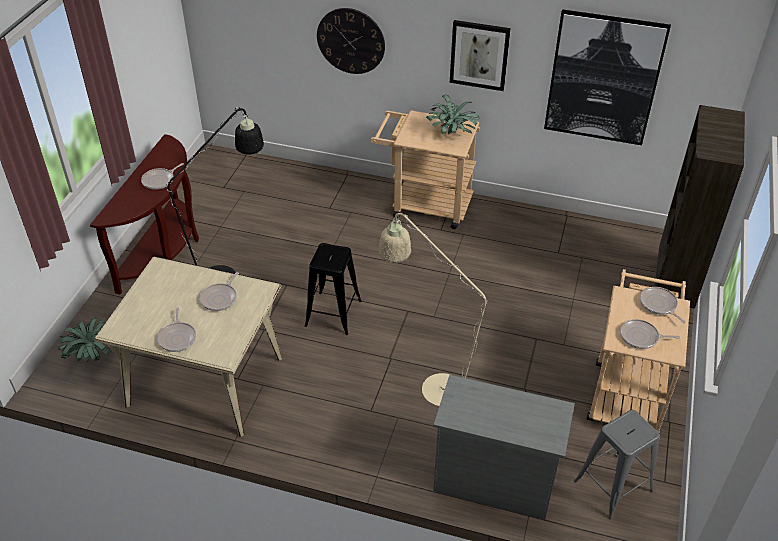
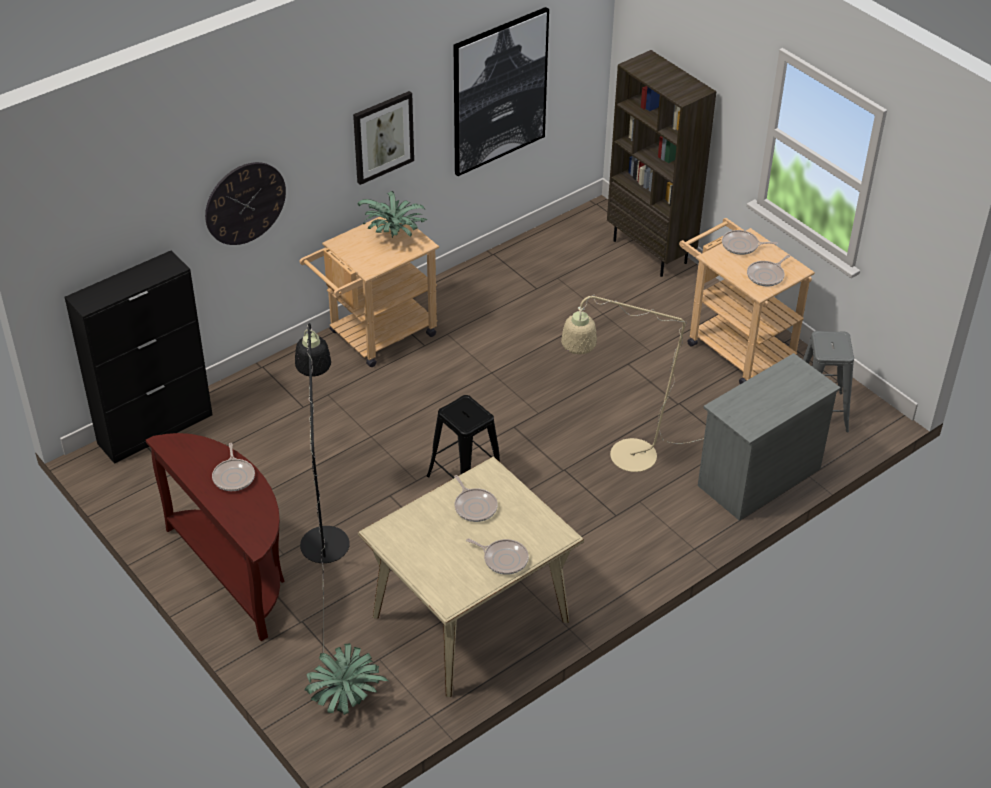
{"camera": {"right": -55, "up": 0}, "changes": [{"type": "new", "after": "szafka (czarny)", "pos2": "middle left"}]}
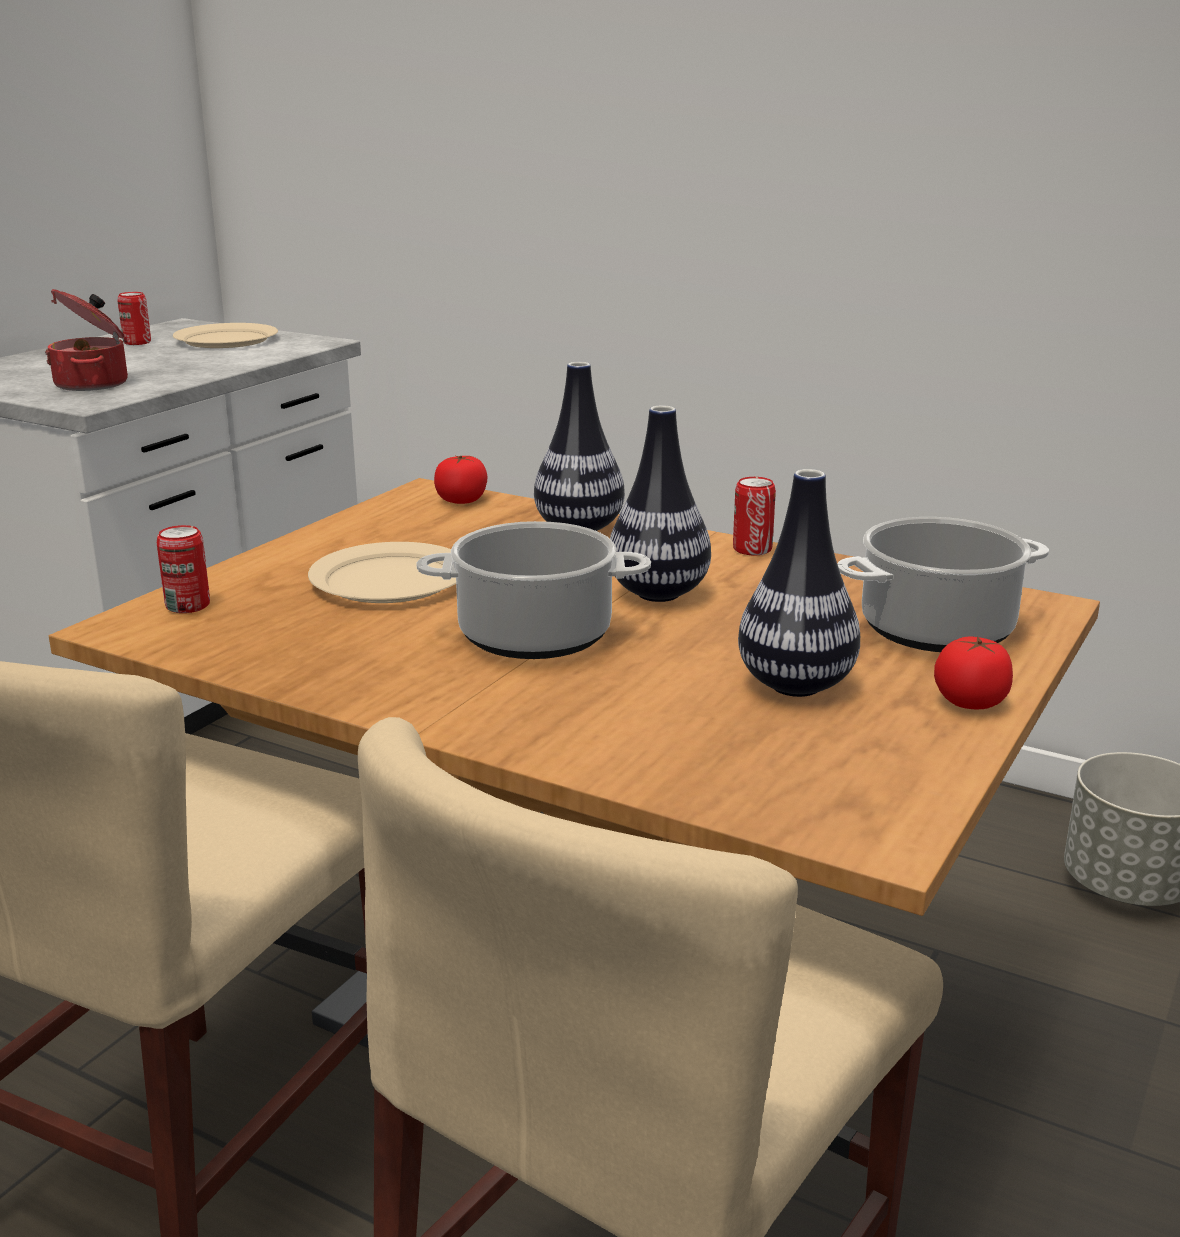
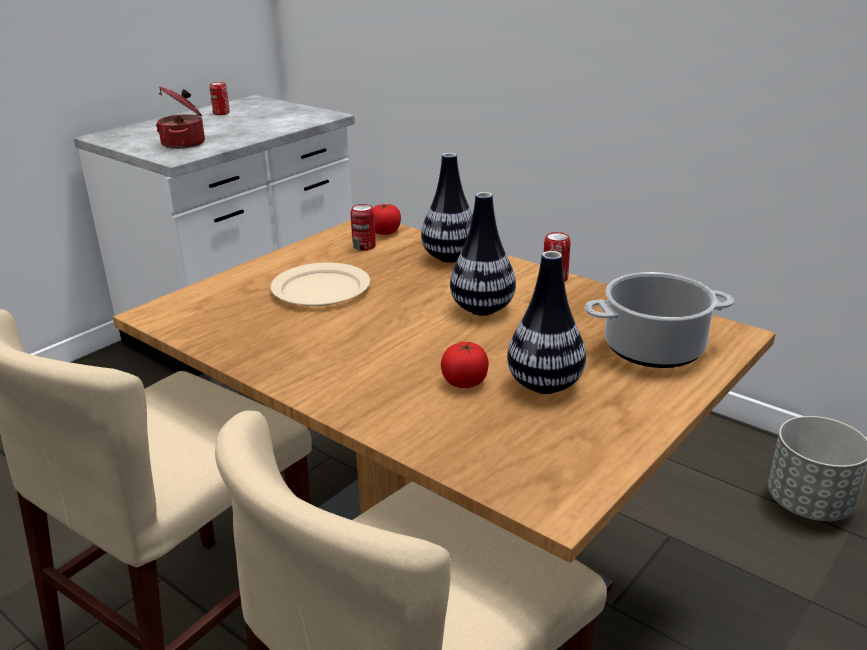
{"camera": {"right": 10, "up": 5}, "changes": [{"type": "gone", "before": "talerz (beżowy) (no. 1 from left)", "pos1": "top left"}, {"type": "gone", "before": "garnek (no. 2 from left)", "pos1": "centre"}, {"type": "shifted", "before": "puszka (no. 2 from left)", "pos1": "middle left", "pos2": "centre"}, {"type": "shifted", "before": "pomidor (no. 2 from left)", "pos1": "middle right", "pos2": "centre"}]}
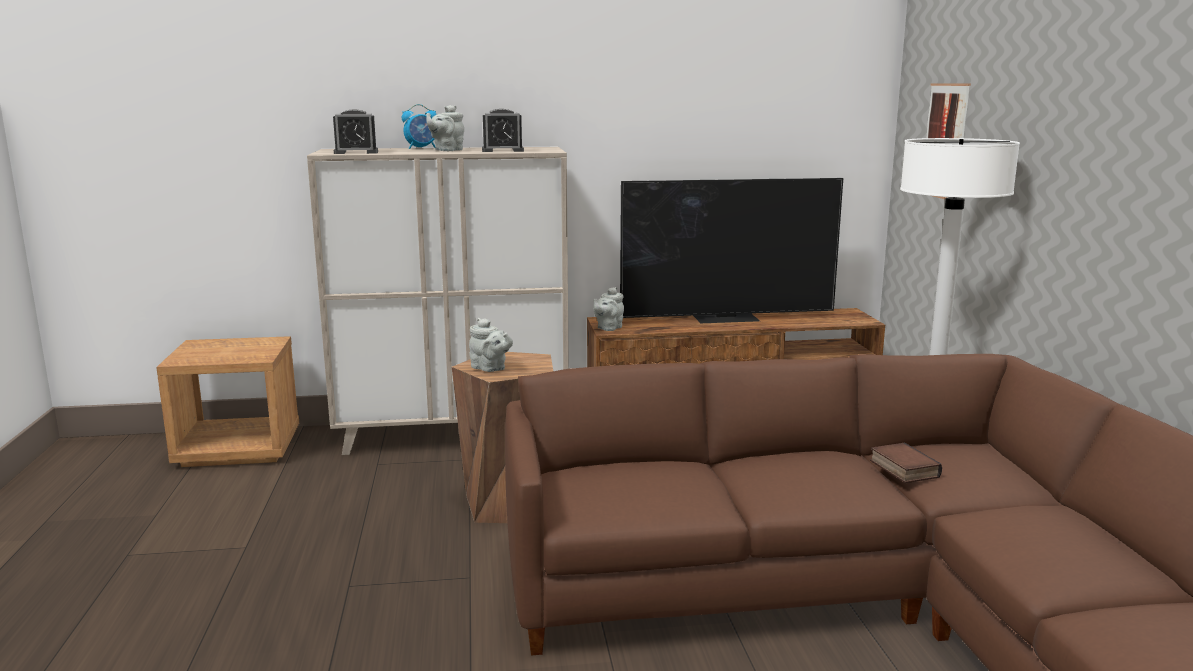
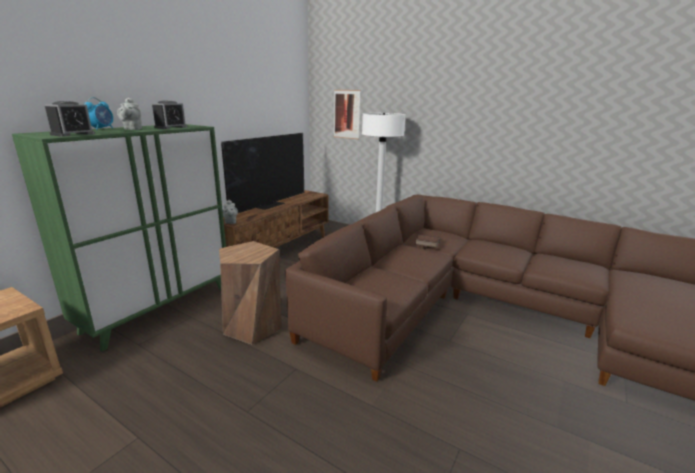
{"camera": {"right": -50, "up": 5}, "changes": [{"type": "gone", "before": "imbryk (szary) (no. 2 from left)", "pos1": "centre"}, {"type": "repainted", "before": "szafka (beżowy)", "after": "szafka (zielony)", "pos1": "centre", "pos2": "middle left"}]}
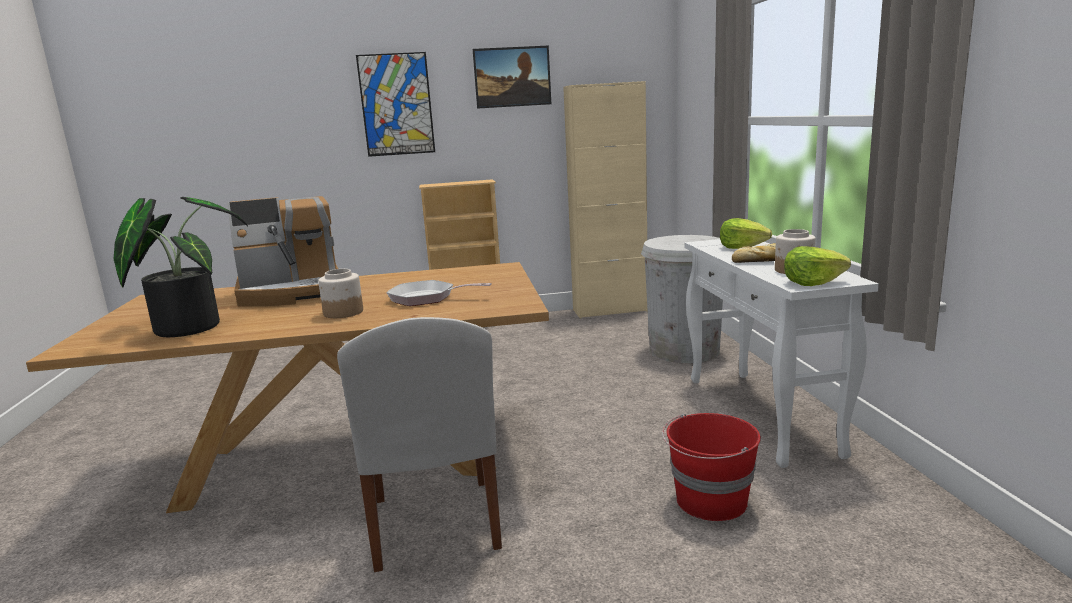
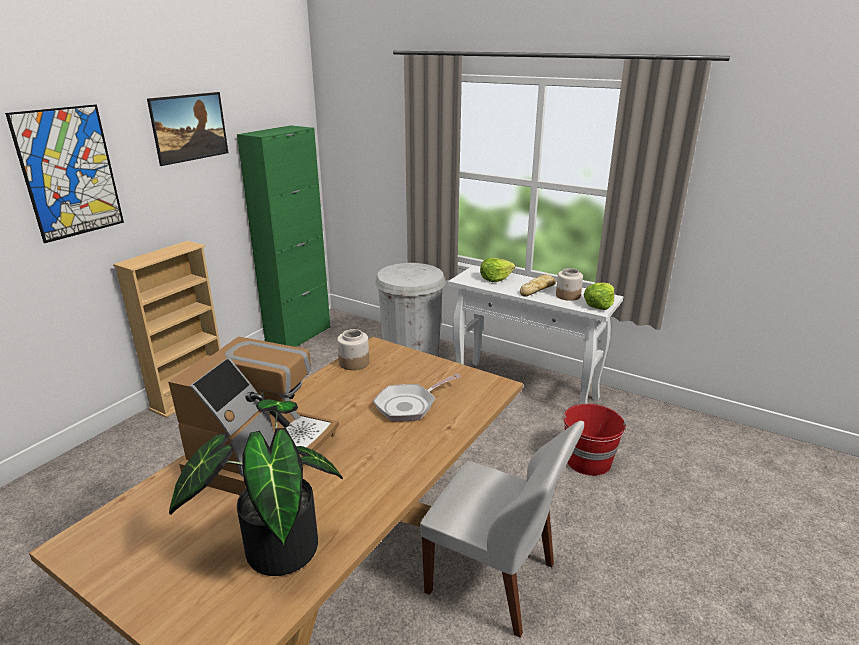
{"camera": {"right": -50, "up": 10}, "changes": [{"type": "shifted", "before": "słoik (no. 1 from left)", "pos1": "middle left", "pos2": "centre"}, {"type": "repainted", "before": "szafka (beżowy)", "after": "szafka (zielony)", "pos1": "top centre", "pos2": "middle left"}]}
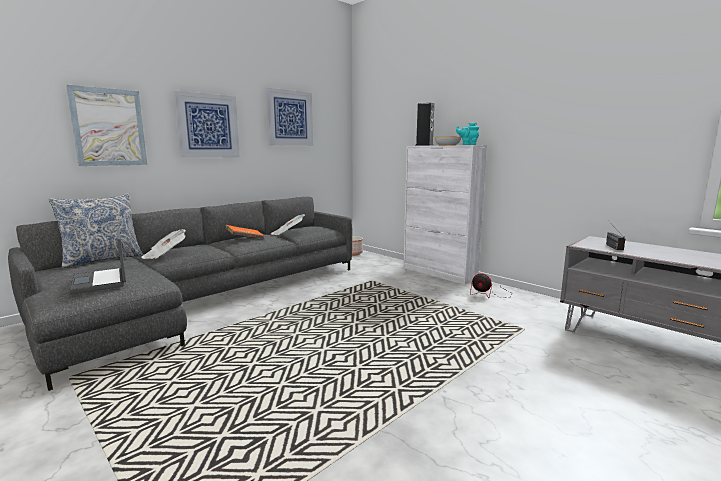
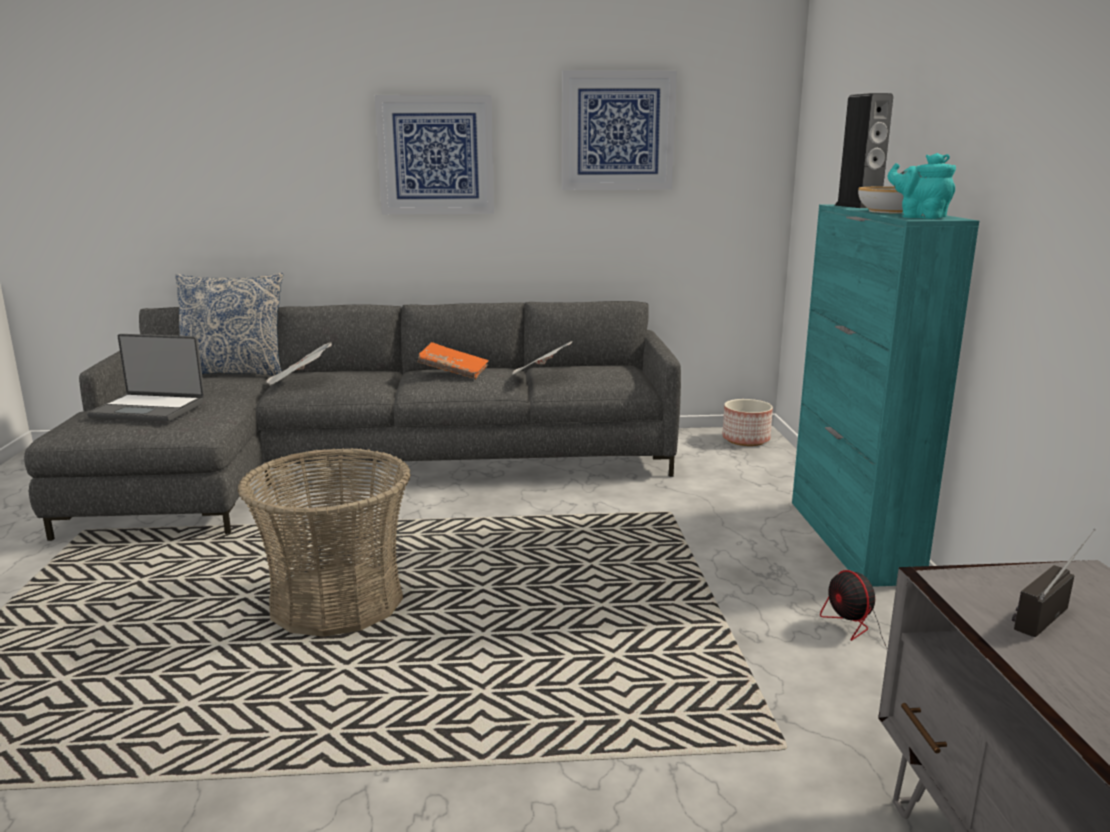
{"camera": {"right": 40, "up": 5}, "changes": [{"type": "gone", "before": "obraz (no. 1 from left)", "pos1": "top left"}, {"type": "new", "after": "koszyk", "pos2": "middle left"}, {"type": "repainted", "before": "szafka (biały)", "after": "szafka (turkusowy)", "pos1": "centre", "pos2": "middle right"}, {"type": "rotated", "before": "laptop", "pos1": "middle left", "pos2": "middle left", "turn": -90}]}
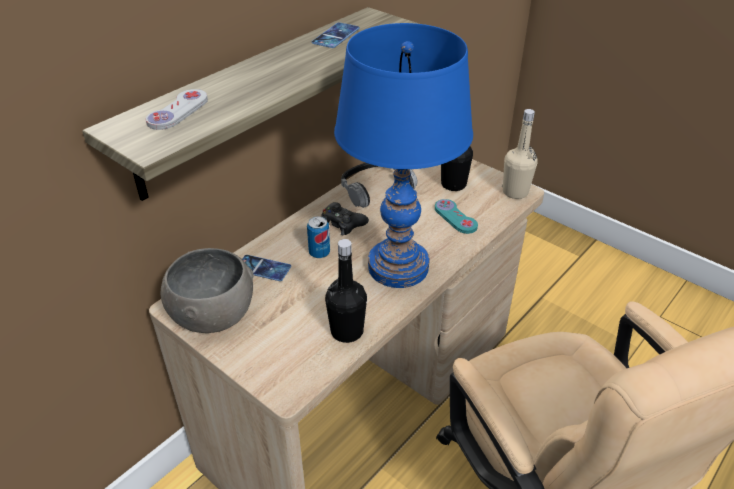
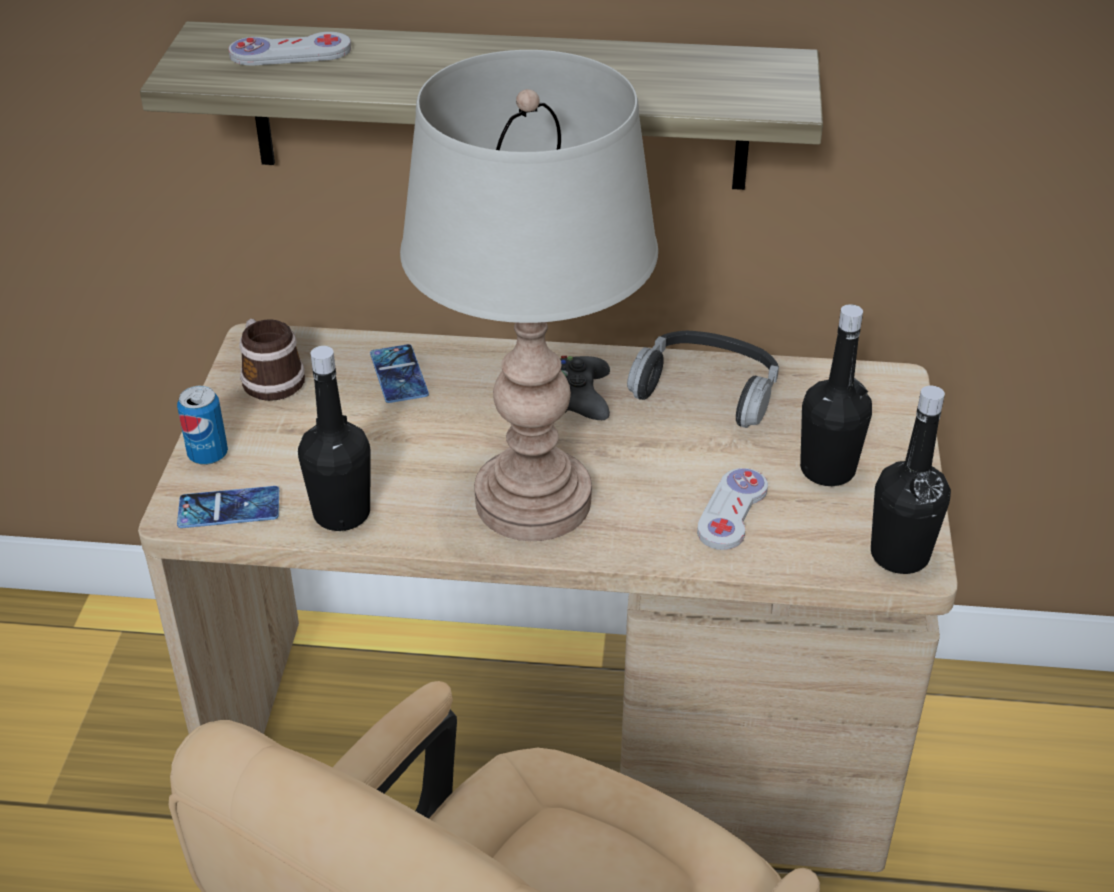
{"camera": {"right": 55, "up": 0}, "changes": [{"type": "shifted", "before": "puszka", "pos1": "centre", "pos2": "middle left"}, {"type": "shifted", "before": "telefon (no. 2 from left in the first image)", "after": "telefon (no. 1 from left)", "pos1": "top centre", "pos2": "middle left"}, {"type": "swapped", "before": "miska (szary)", "after": "kubek", "pos1": "middle left", "pos2": "middle left"}, {"type": "repainted", "before": "lampa stołowa (niebieski)", "after": "lampa stołowa (szary)", "pos1": "top centre", "pos2": "top centre"}, {"type": "repainted", "before": "pad do gier (turkusowy)", "after": "pad do gier (biały) (no. 2 from left)", "pos1": "centre", "pos2": "centre"}, {"type": "repainted", "before": "butelka (beżowy)", "after": "butelka (czarny) (no. 3 from left)", "pos1": "top right", "pos2": "middle right"}]}
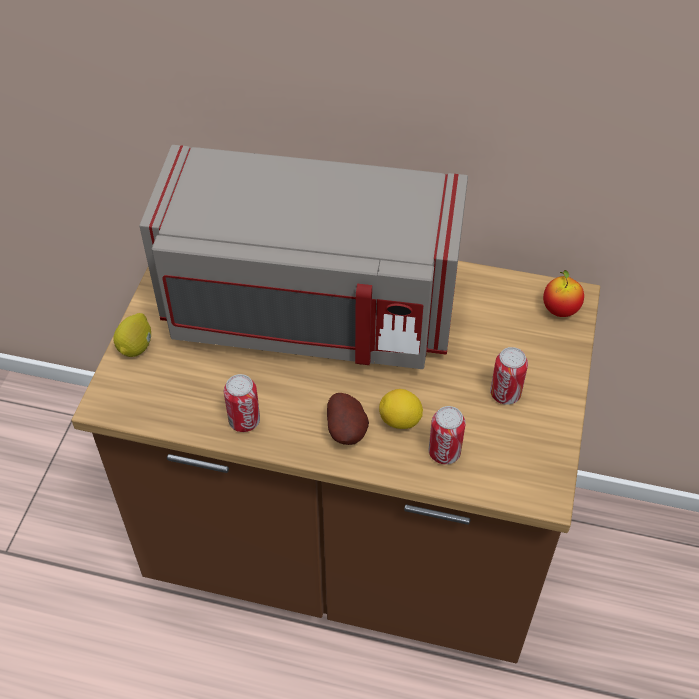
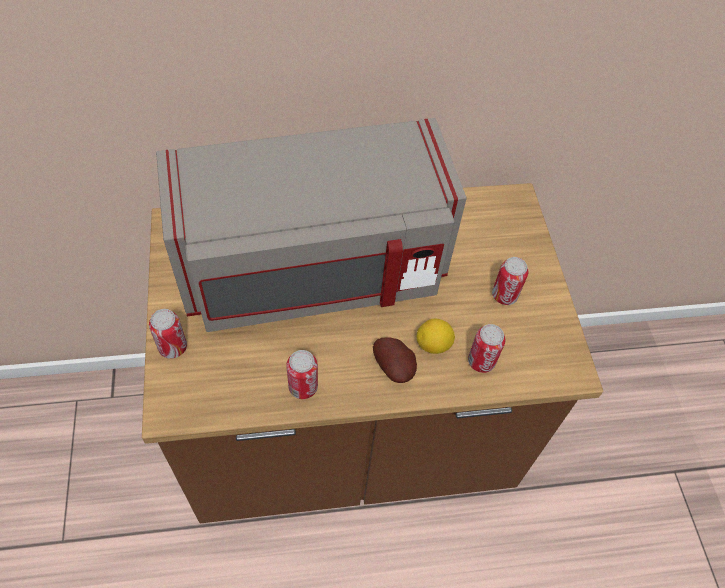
{"camera": {"right": -25, "up": 5}, "changes": [{"type": "gone", "before": "jabłko", "pos1": "middle right"}, {"type": "swapped", "before": "cytryna (no. 1 from left)", "after": "puszka (no. 1 from left)", "pos1": "middle left", "pos2": "middle left"}]}
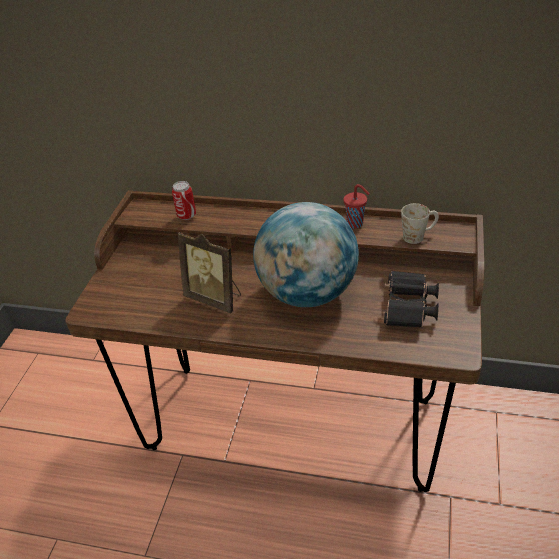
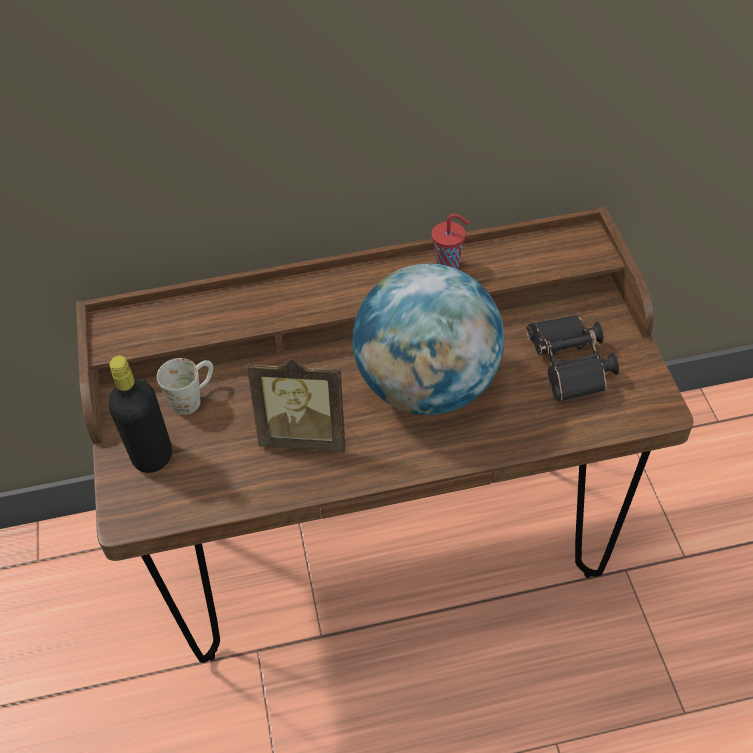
{"camera": {"right": -25, "up": 10}, "changes": [{"type": "gone", "before": "puszka", "pos1": "middle left"}, {"type": "new", "after": "butelka (czarny)", "pos2": "middle left"}, {"type": "shifted", "before": "kubek (biały)", "pos1": "middle right", "pos2": "middle left"}]}
